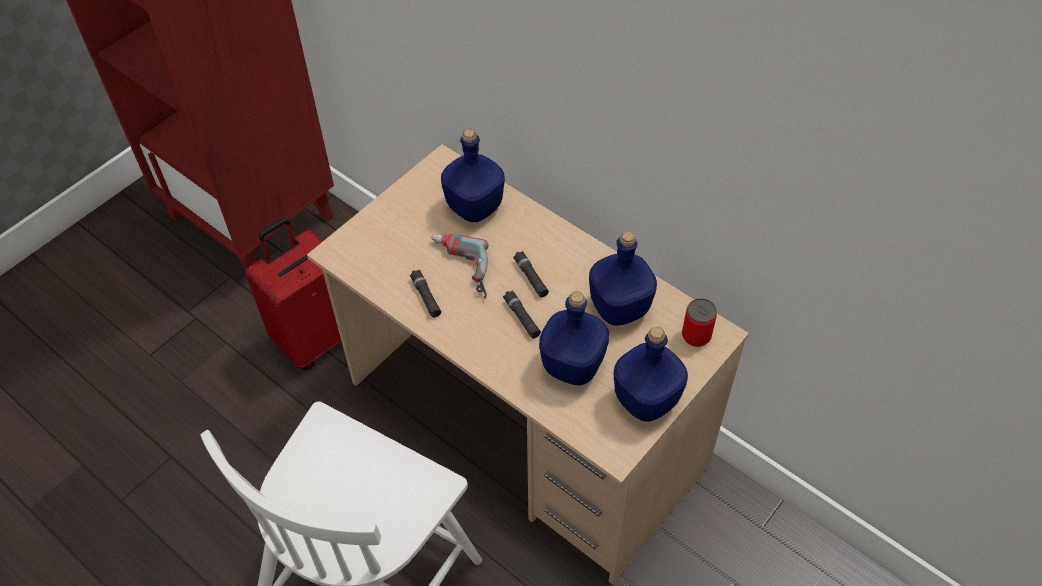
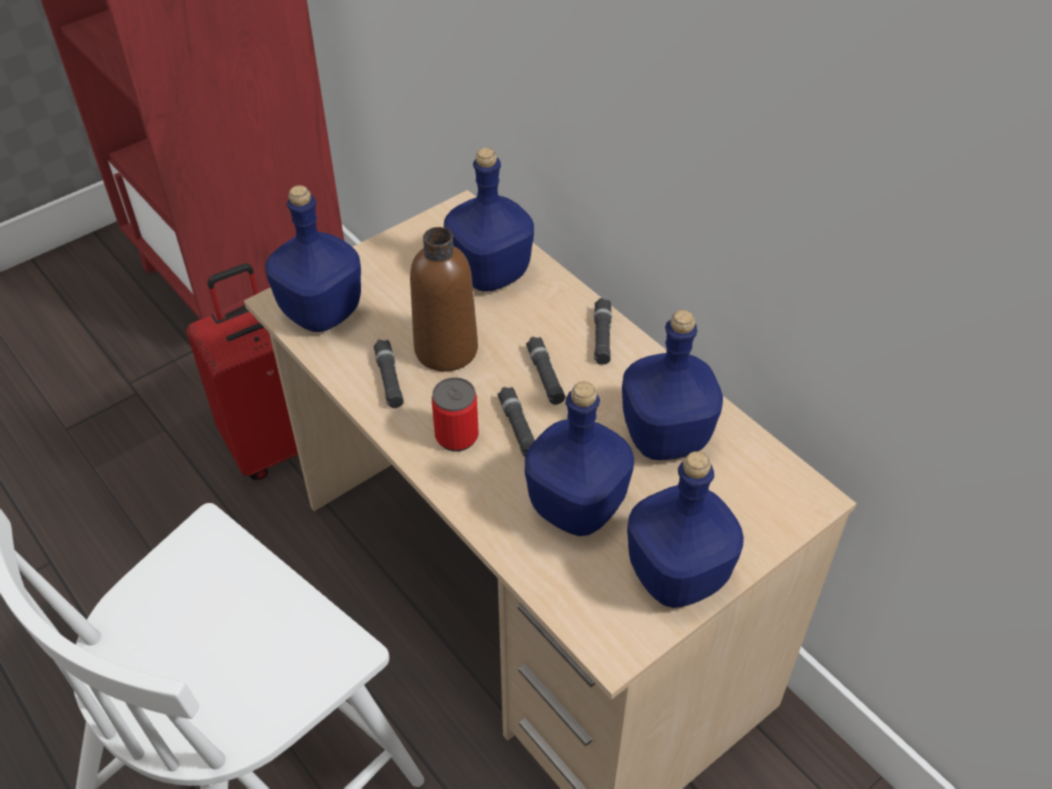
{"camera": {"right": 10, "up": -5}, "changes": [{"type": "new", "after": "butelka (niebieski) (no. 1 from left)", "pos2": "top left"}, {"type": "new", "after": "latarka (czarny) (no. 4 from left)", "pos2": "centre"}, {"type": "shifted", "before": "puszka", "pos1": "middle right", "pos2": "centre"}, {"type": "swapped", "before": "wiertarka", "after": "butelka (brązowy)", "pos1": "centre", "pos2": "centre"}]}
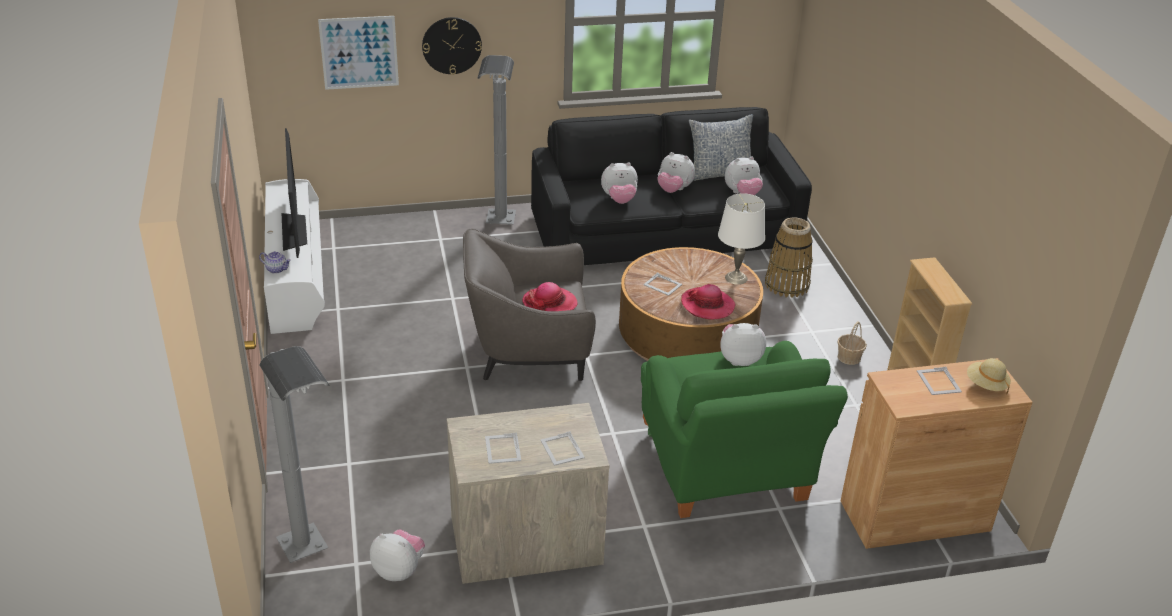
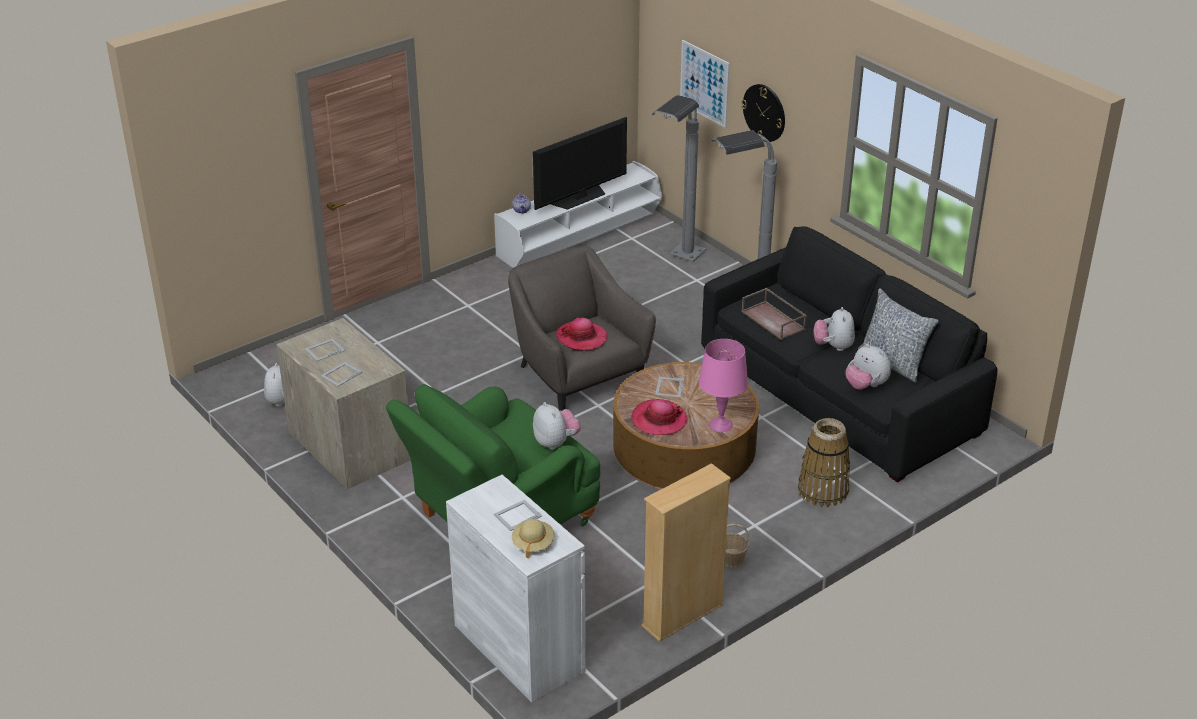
{"camera": {"right": 65, "up": 0}, "changes": [{"type": "shifted", "before": "lampa stojąca (szary) (no. 1 from left)", "pos1": "bottom left", "pos2": "top centre"}, {"type": "swapped", "before": "pluszak (no. 2 from left)", "after": "taca (brązowy)", "pos1": "top centre", "pos2": "centre"}, {"type": "repainted", "before": "lampa stołowa (biały)", "after": "lampa stołowa (różowy)", "pos1": "centre", "pos2": "centre"}, {"type": "repainted", "before": "szafka (brązowy)", "after": "szafka (biały)", "pos1": "bottom right", "pos2": "bottom centre"}]}
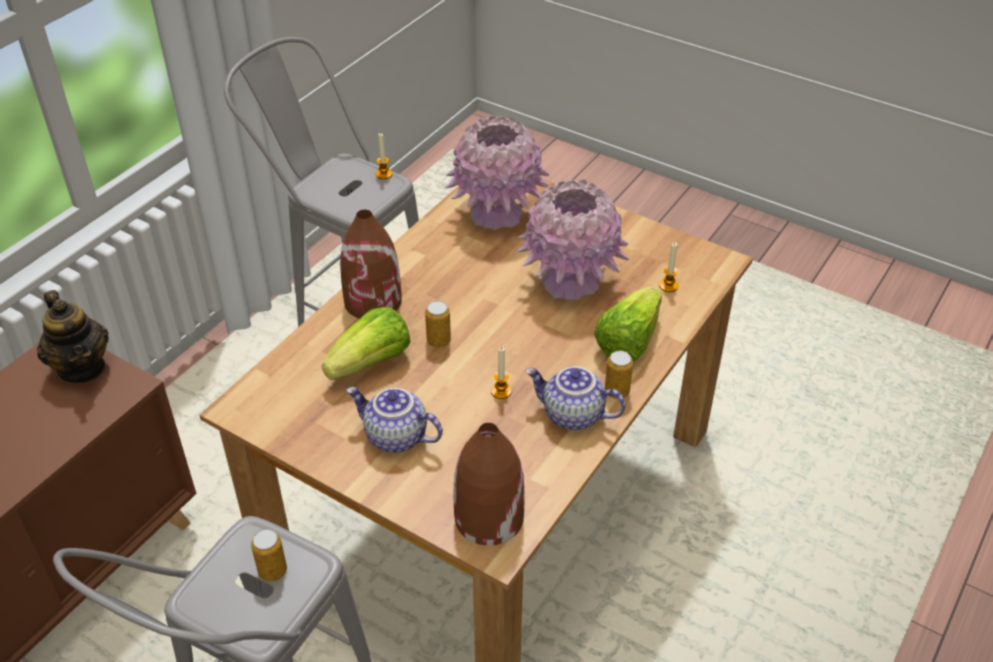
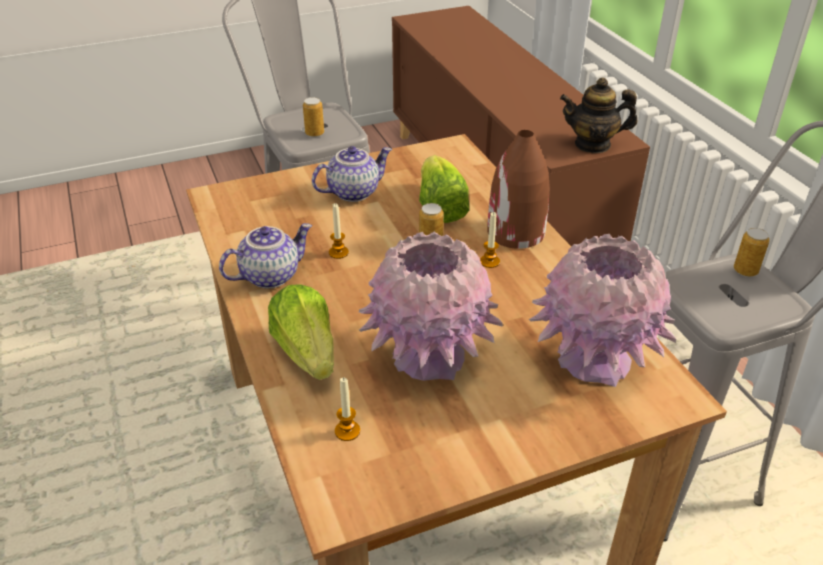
{"camera": {"right": 125, "up": -5}, "changes": [{"type": "gone", "before": "wazon (brązowy) (no. 2 from left)", "pos1": "bottom centre"}, {"type": "shifted", "before": "świeca (no. 1 from left in the first image)", "after": "świeca (no. 3 from left)", "pos1": "top centre", "pos2": "centre"}, {"type": "shifted", "before": "puszka (no. 3 from left)", "pos1": "centre", "pos2": "middle right"}]}
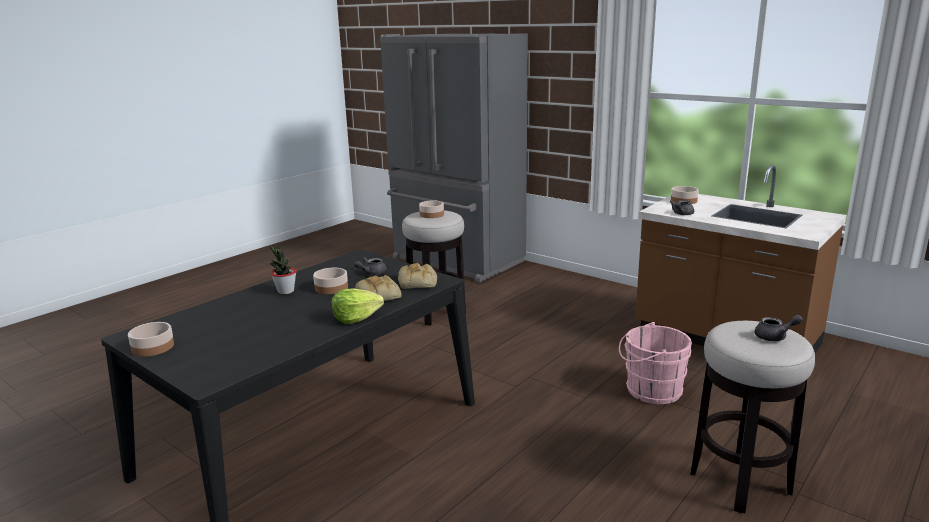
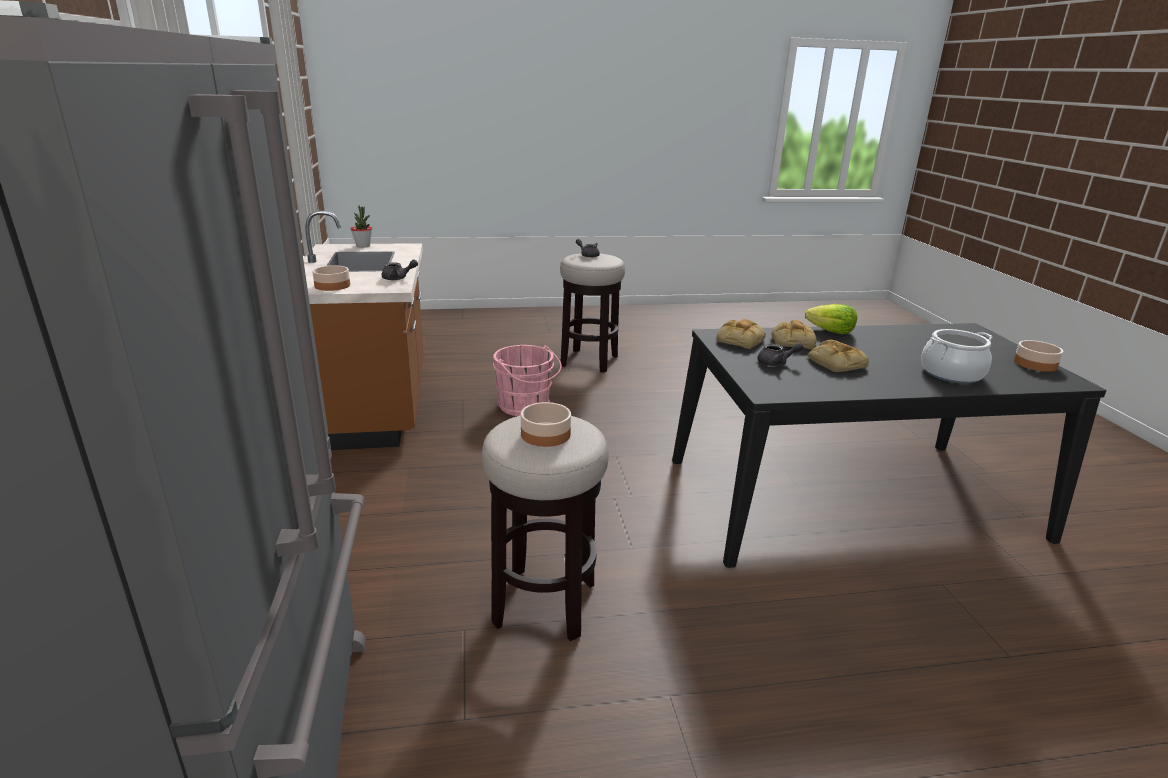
{"camera": {"right": -140, "up": 5}, "changes": [{"type": "new", "after": "garnek", "pos2": "middle right"}, {"type": "shifted", "before": "roślina doniczkowa", "pos1": "middle left", "pos2": "top left"}, {"type": "swapped", "before": "miska (no. 2 from left)", "after": "chleb (no. 3 from left)", "pos1": "centre", "pos2": "middle right"}]}
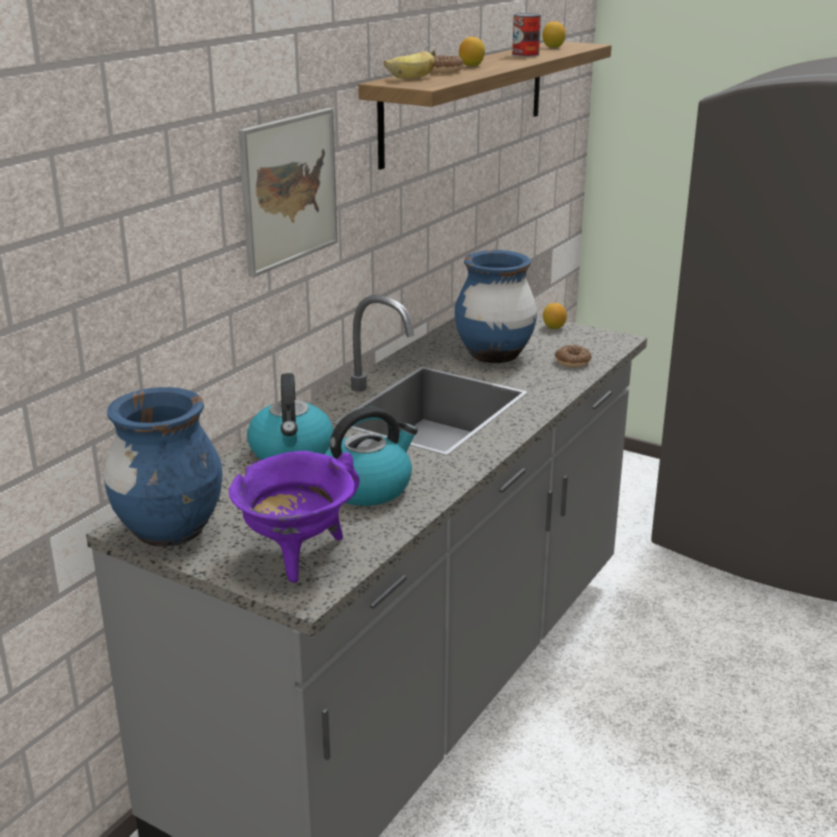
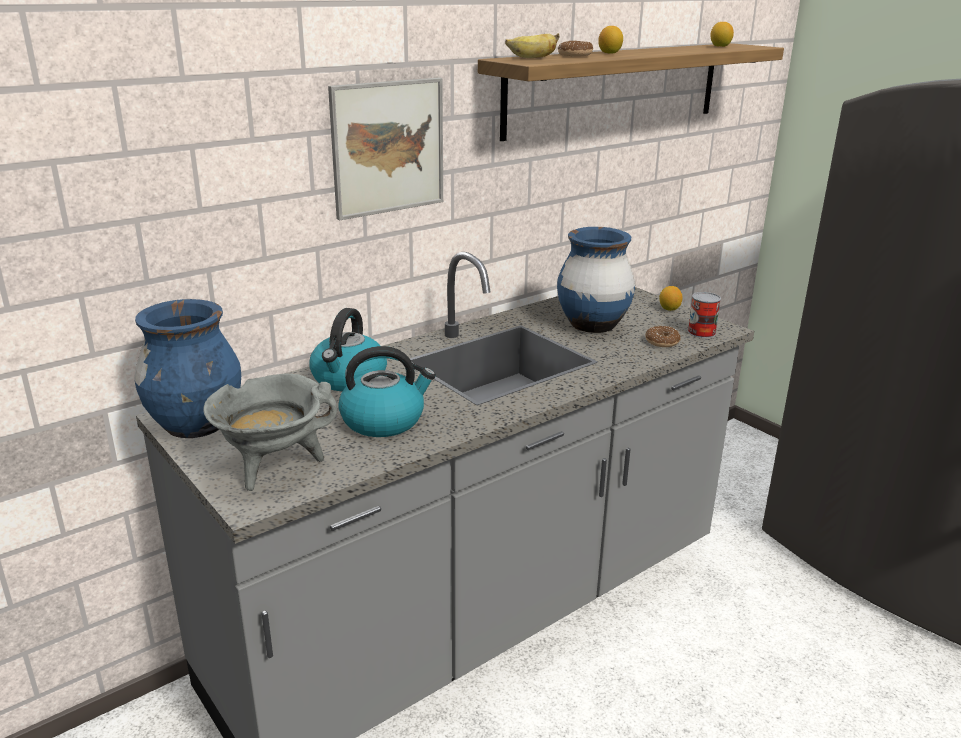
{"camera": {"right": 20, "up": 0}, "changes": [{"type": "shifted", "before": "puszka", "pos1": "top centre", "pos2": "middle right"}, {"type": "repainted", "before": "garnek (fioletowy)", "after": "garnek (szary)", "pos1": "centre", "pos2": "middle left"}]}
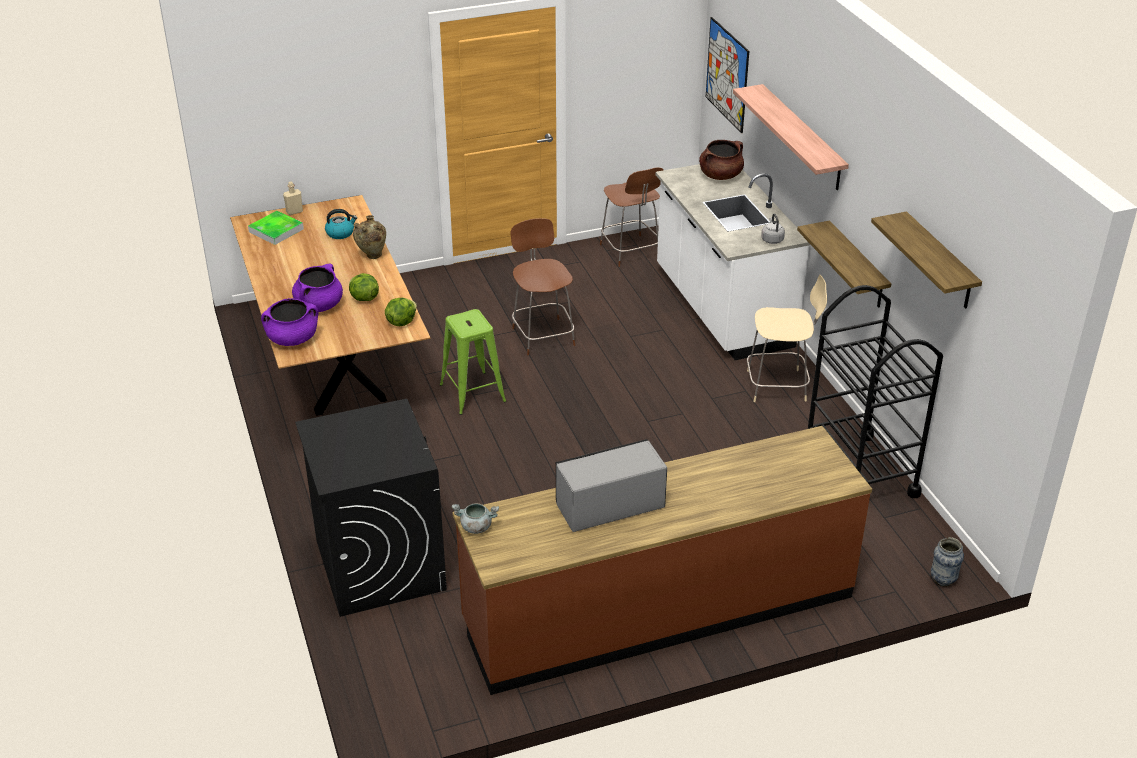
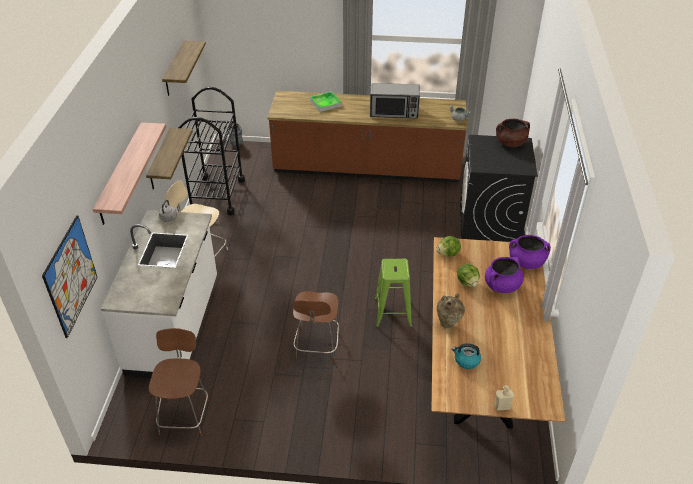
{"camera": {"right": -155, "up": 5}, "changes": [{"type": "shifted", "before": "taca", "pos1": "top left", "pos2": "top centre"}, {"type": "shifted", "before": "garnek (brązowy)", "pos1": "top centre", "pos2": "top right"}]}
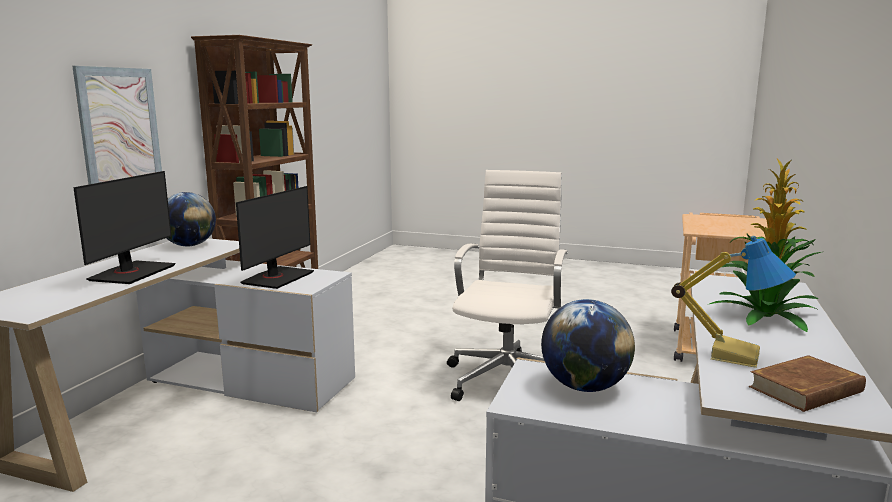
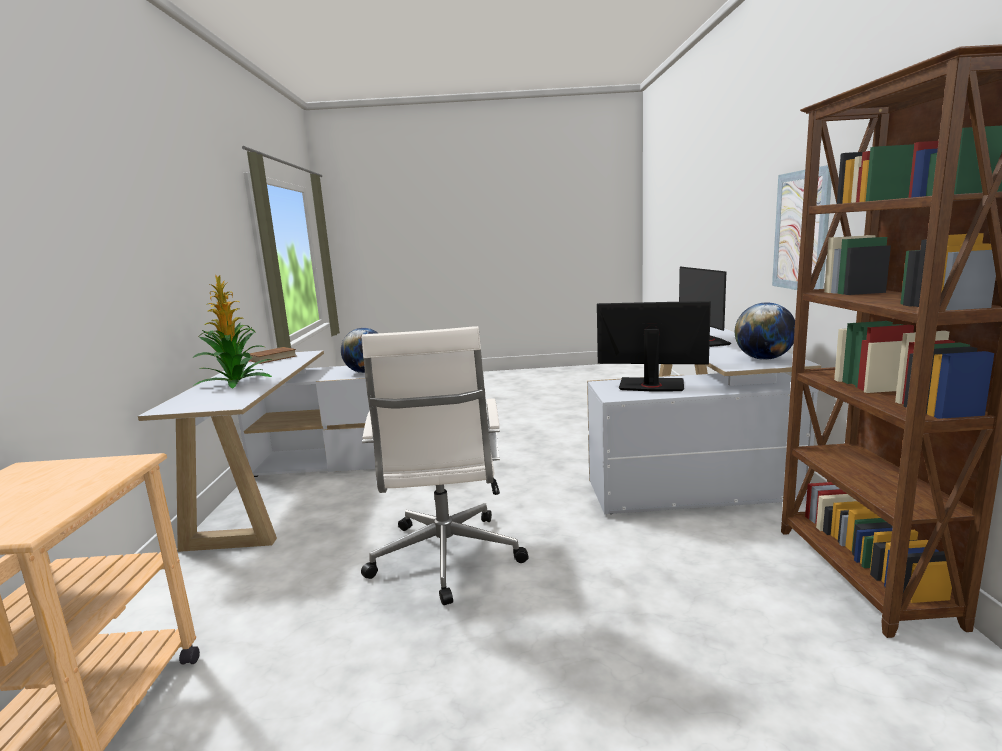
{"camera": {"right": 160, "up": 0}, "changes": [{"type": "gone", "before": "lampa stołowa", "pos1": "middle right"}, {"type": "rotated", "before": "monitor (no. 2 from left in the first image)", "pos1": "middle left", "pos2": "centre", "turn": 105}]}
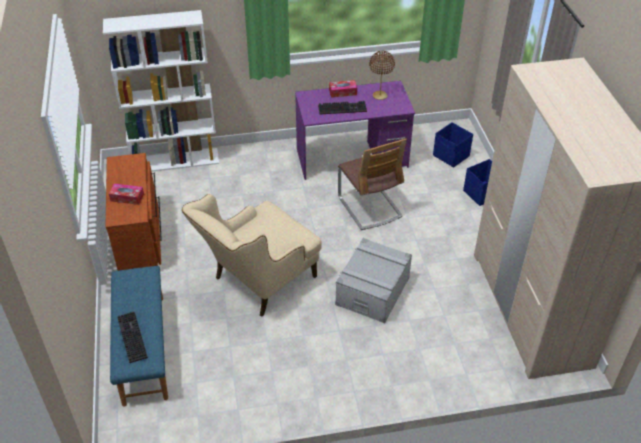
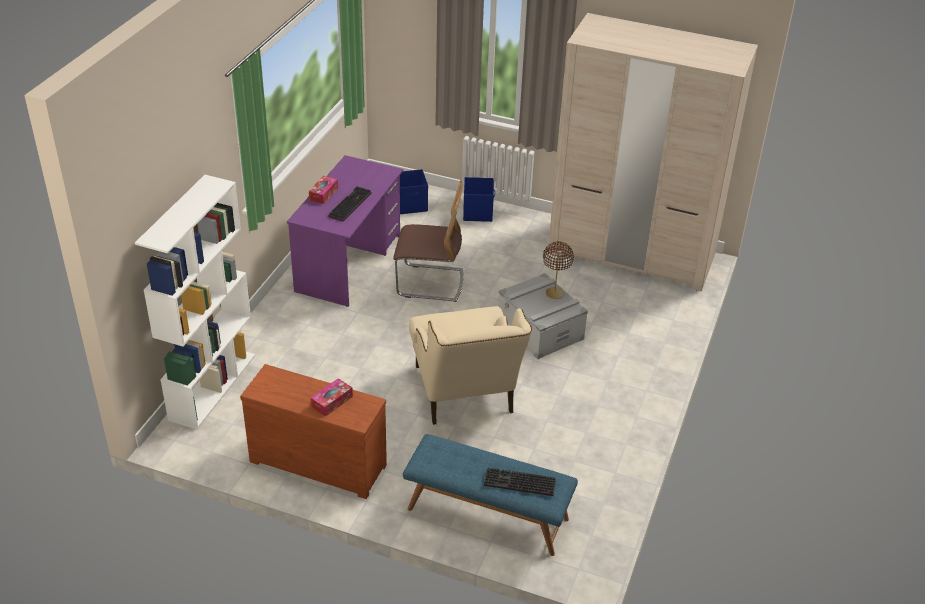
{"camera": {"right": -60, "up": -5}, "changes": [{"type": "shifted", "before": "lampa stołowa (brązowy)", "pos1": "top centre", "pos2": "centre"}]}
